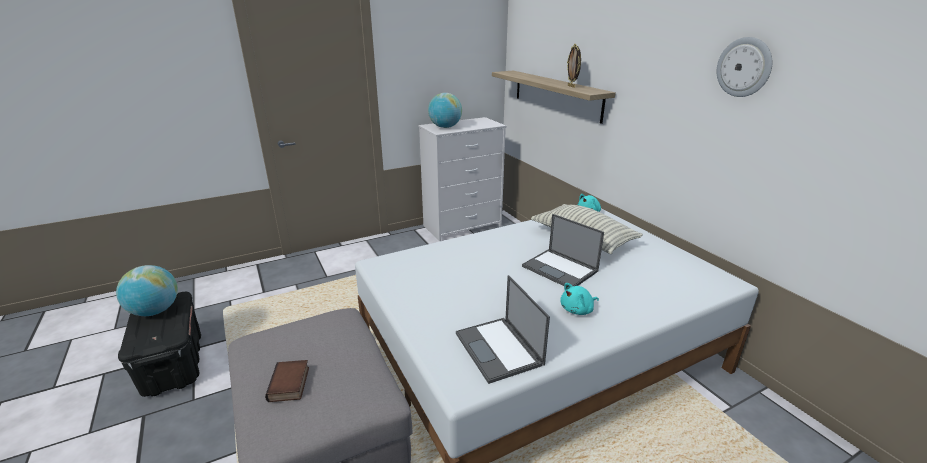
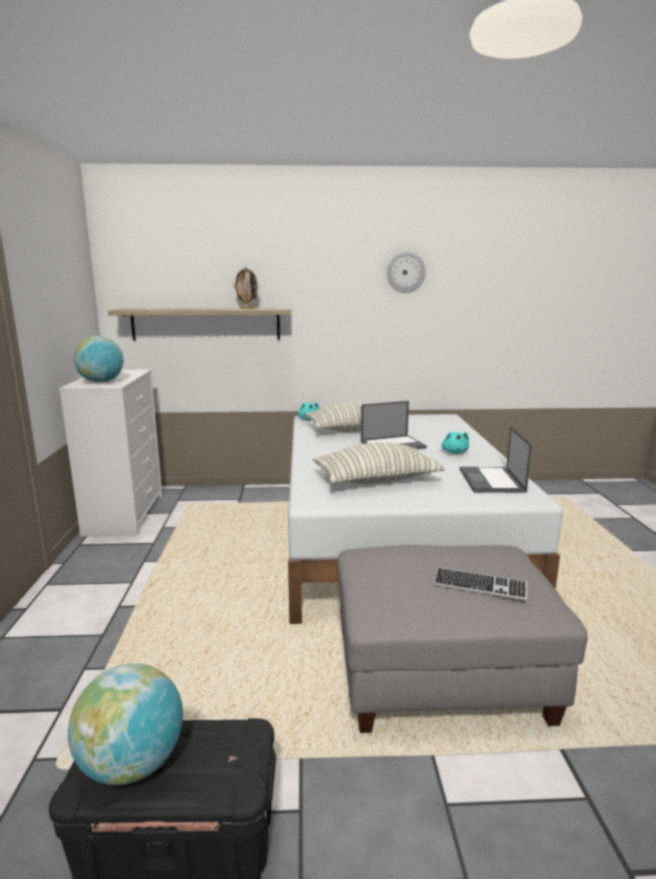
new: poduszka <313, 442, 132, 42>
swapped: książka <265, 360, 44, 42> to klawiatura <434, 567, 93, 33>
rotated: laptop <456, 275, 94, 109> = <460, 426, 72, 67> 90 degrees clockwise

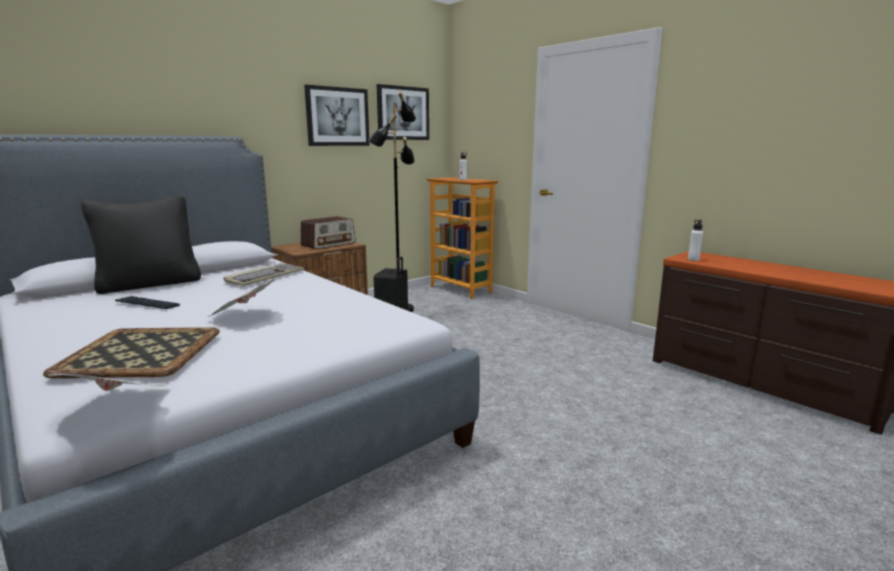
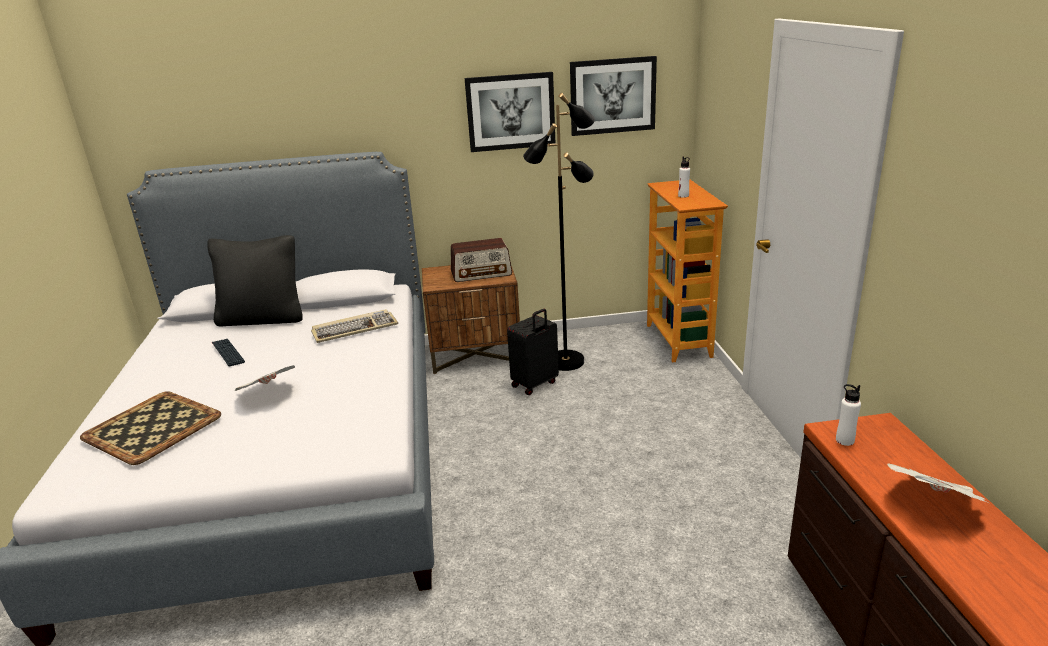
shifted: gazeta <41, 374, 128, 17> to <887, 463, 102, 40>

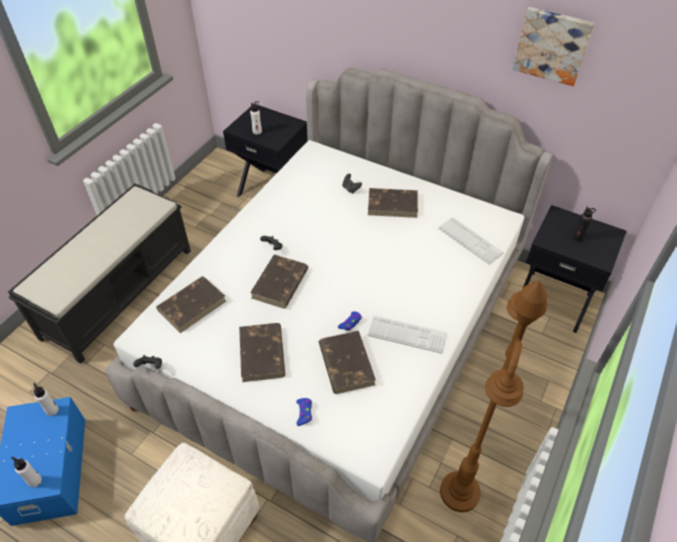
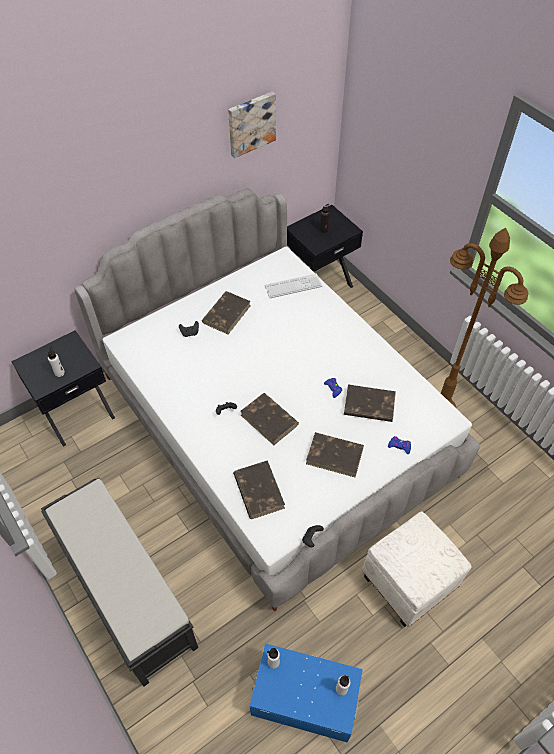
gone: klawiatura <367, 315, 80, 39>

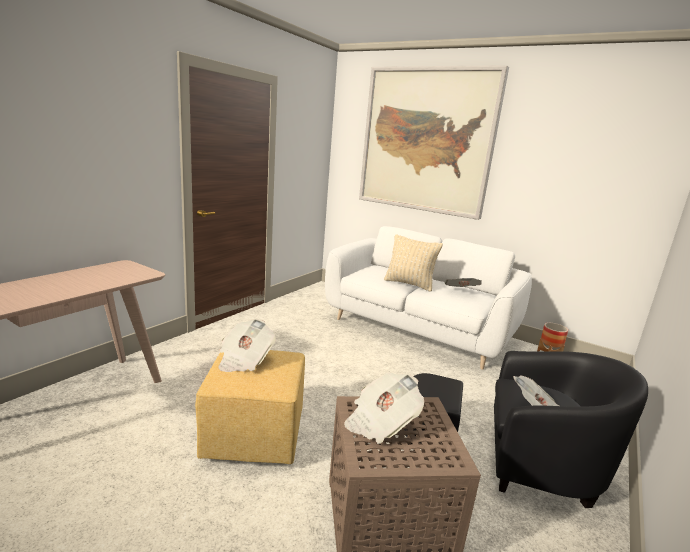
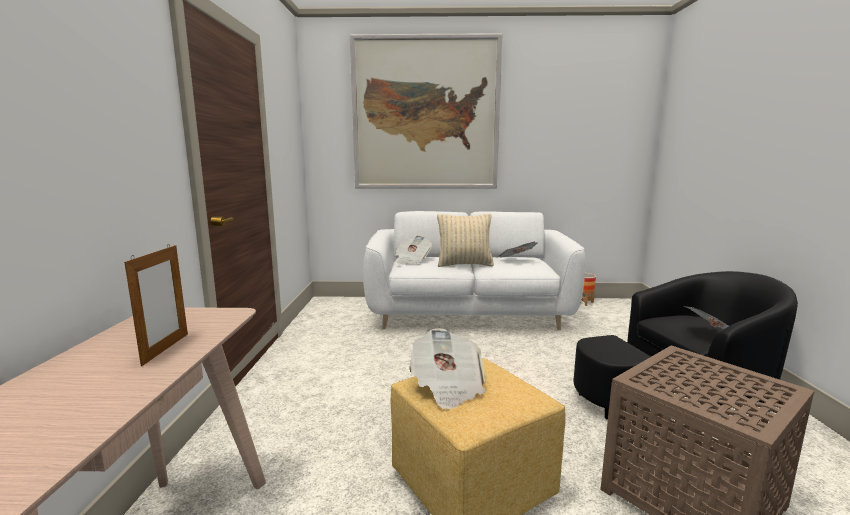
new: ramka na zdjęcie <124, 244, 64, 122>
shifted: gazeta <344, 373, 80, 70> to <395, 235, 38, 30>

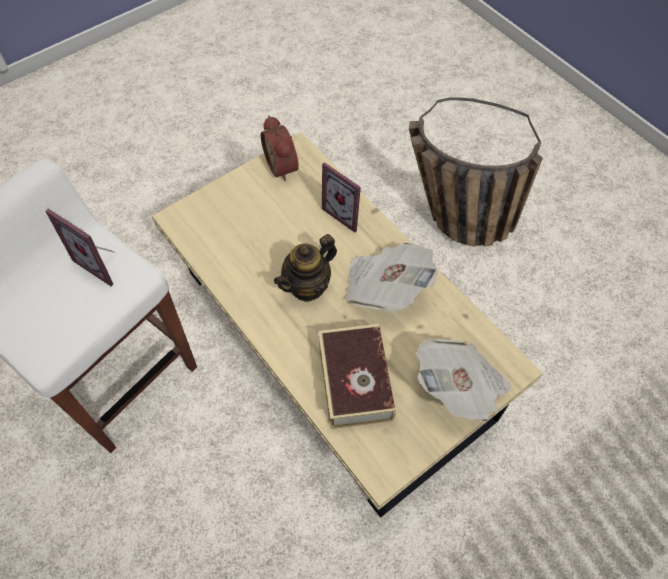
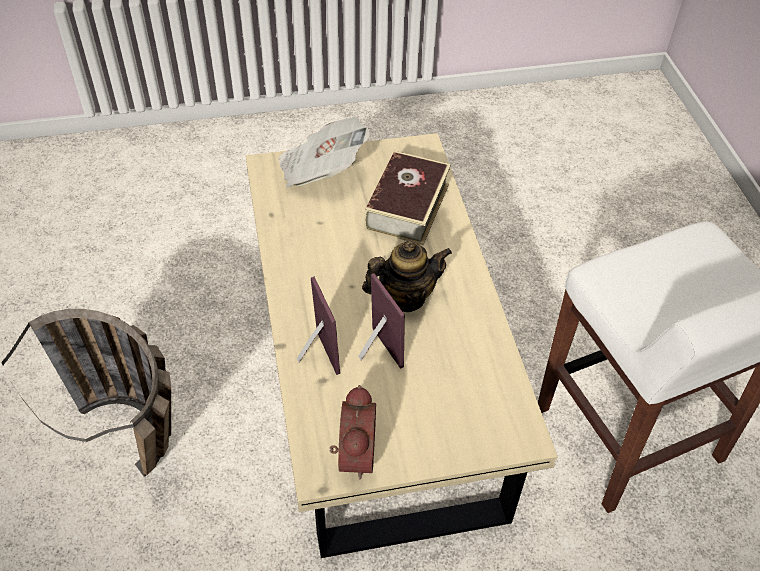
gone: gazeta <345, 243, 93, 69>
shifted: ramka na zdjęcie <45, 209, 70, 77> to <358, 273, 47, 96>

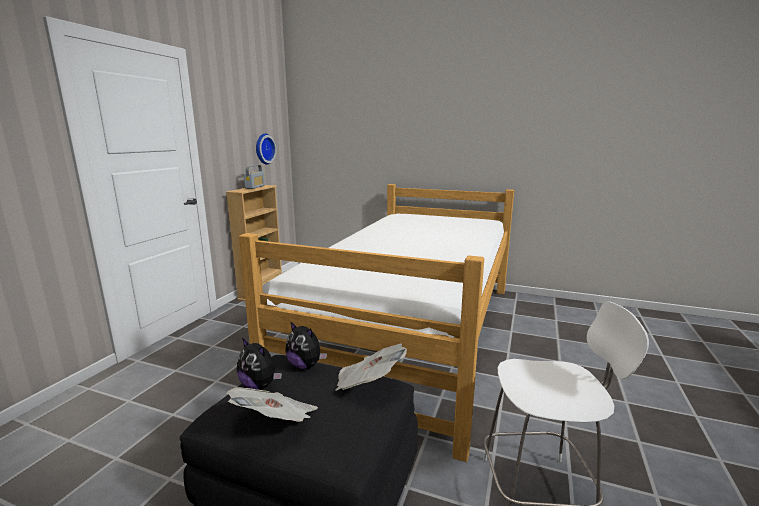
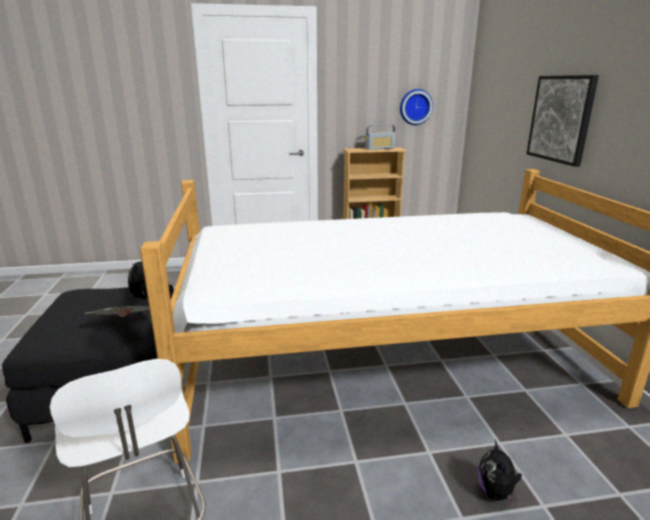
gone: gazeta <227, 387, 91, 35>
new: obraz <527, 75, 72, 92>
shifted: pluszak <237, 338, 45, 52> to <478, 440, 44, 64>

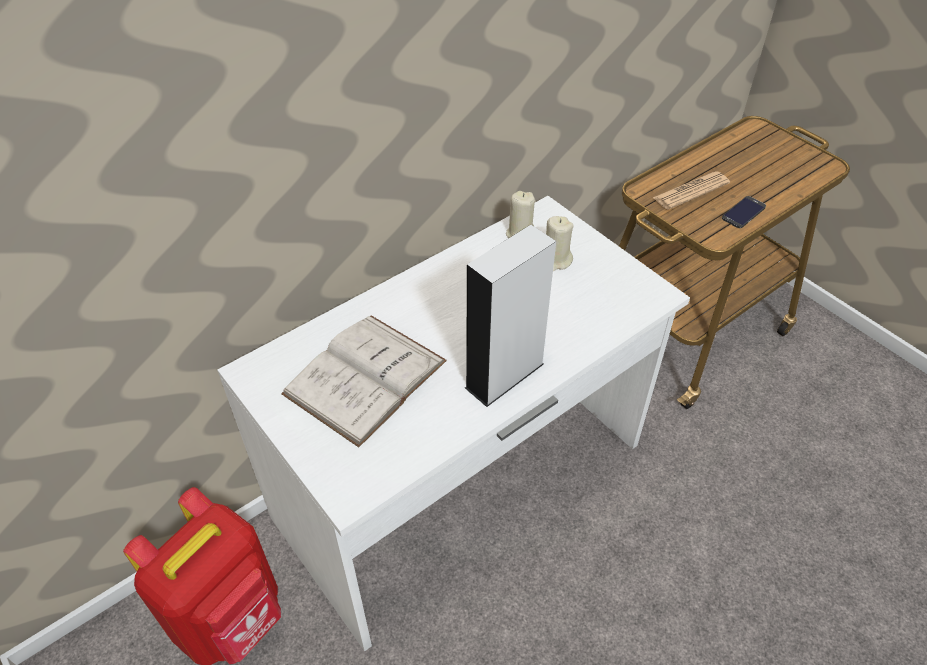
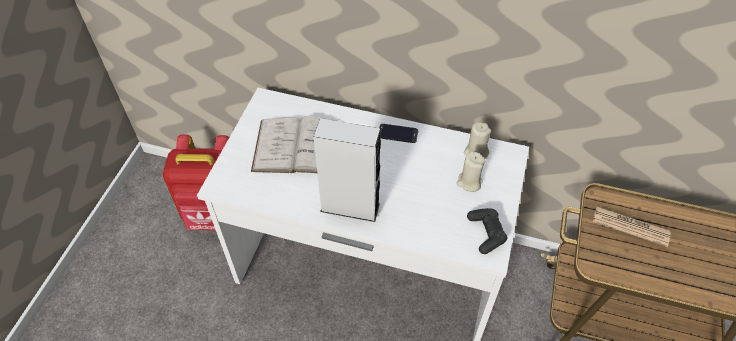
new: pad do gier (czarny) <467, 208, 40, 46>
shifted: telefon <722, 196, 44, 32> to <379, 124, 39, 19>

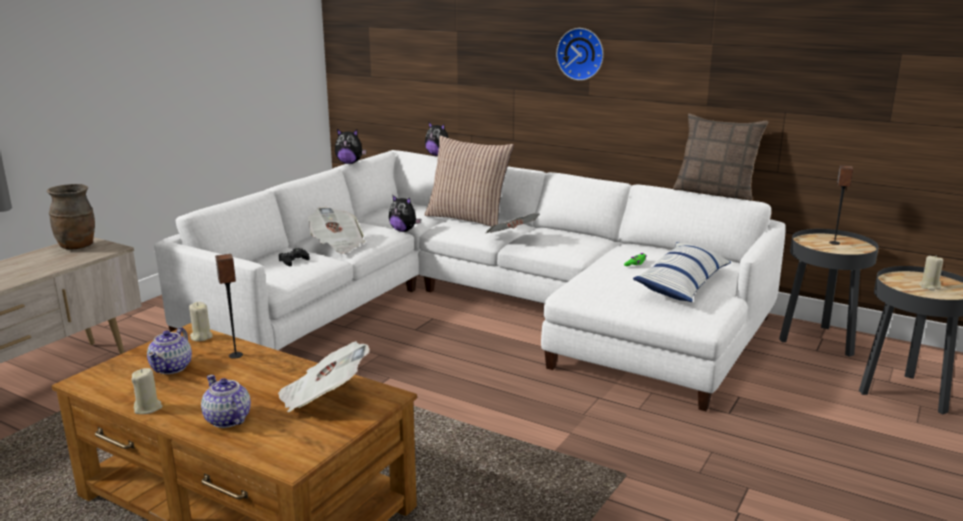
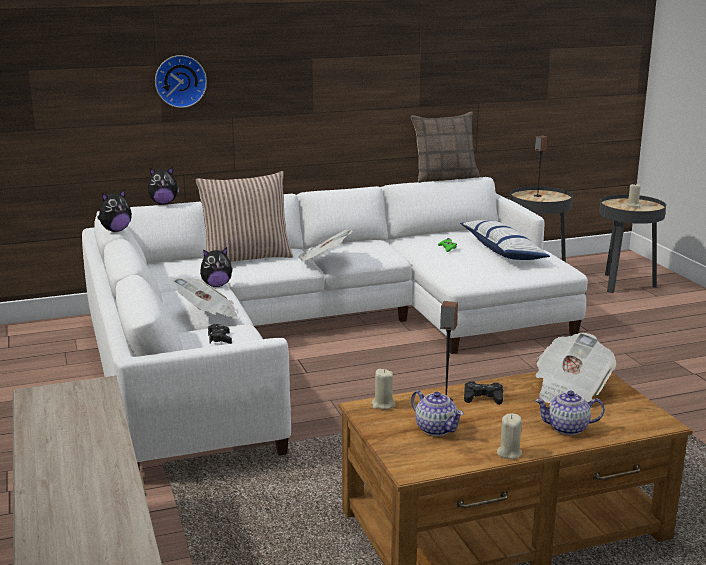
gone: wazon (brązowy) <47, 184, 48, 65>
new: pad do gier (czarny) <464, 381, 39, 24>
shifted: zegar ścienny <556, 28, 48, 53> to <155, 55, 52, 53>

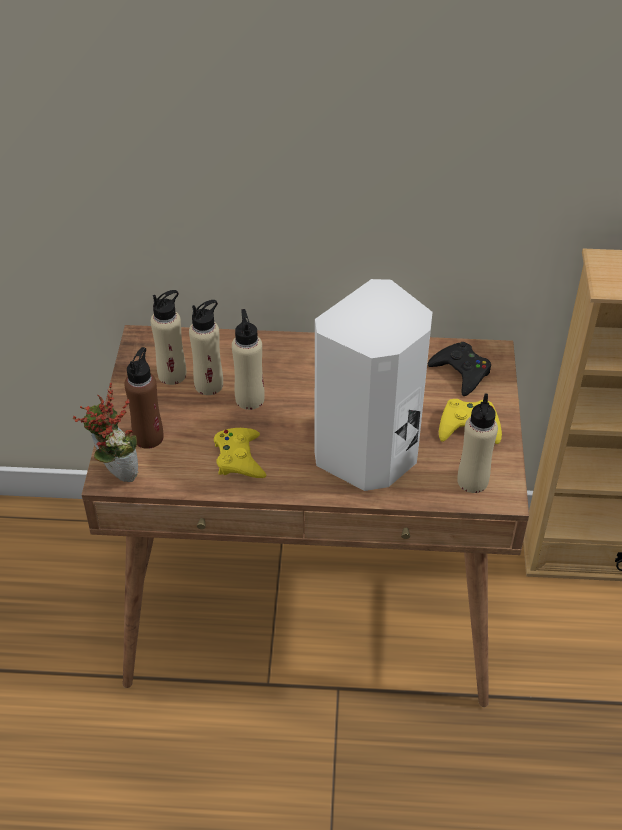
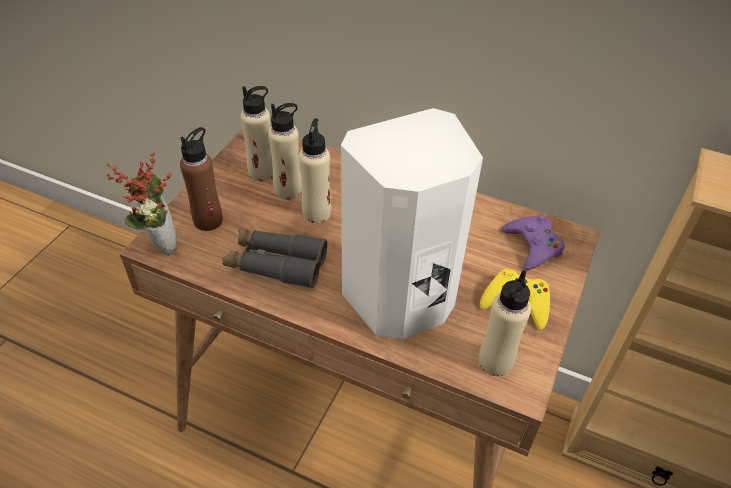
swapped: pad do gier (żółty) <214, 428, 52, 50> to lornetka (szary) <223, 229, 104, 60>
repainted: pad do gier (czarny) <428, 342, 63, 54> to pad do gier (fioletowy) <501, 216, 64, 54>

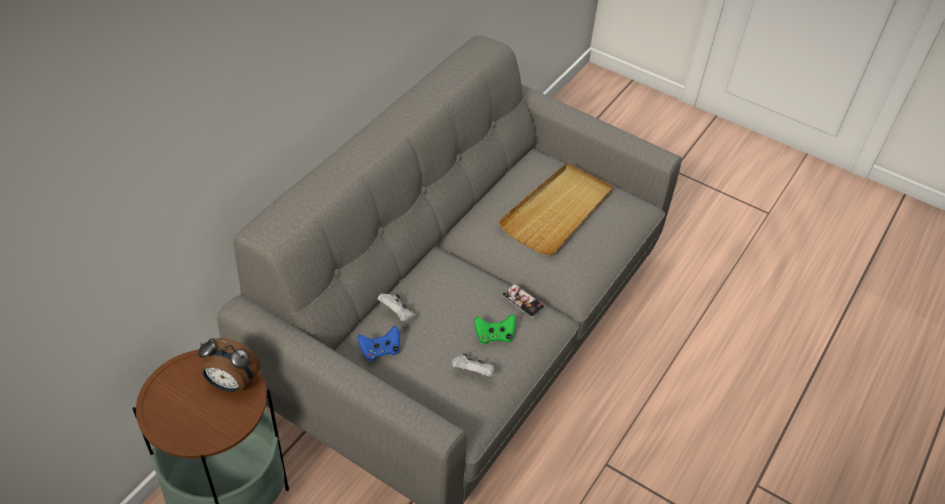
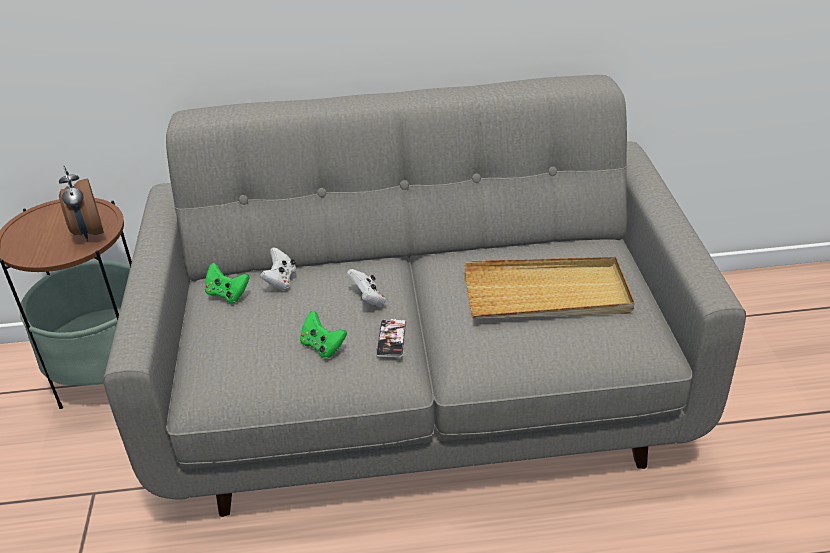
shifted: pad do gier (biały) <452, 353, 42, 24> to <347, 269, 39, 37>
repainted: pad do gier (niebieski) <358, 326, 42, 35> to pad do gier (zielony) <205, 263, 45, 40>

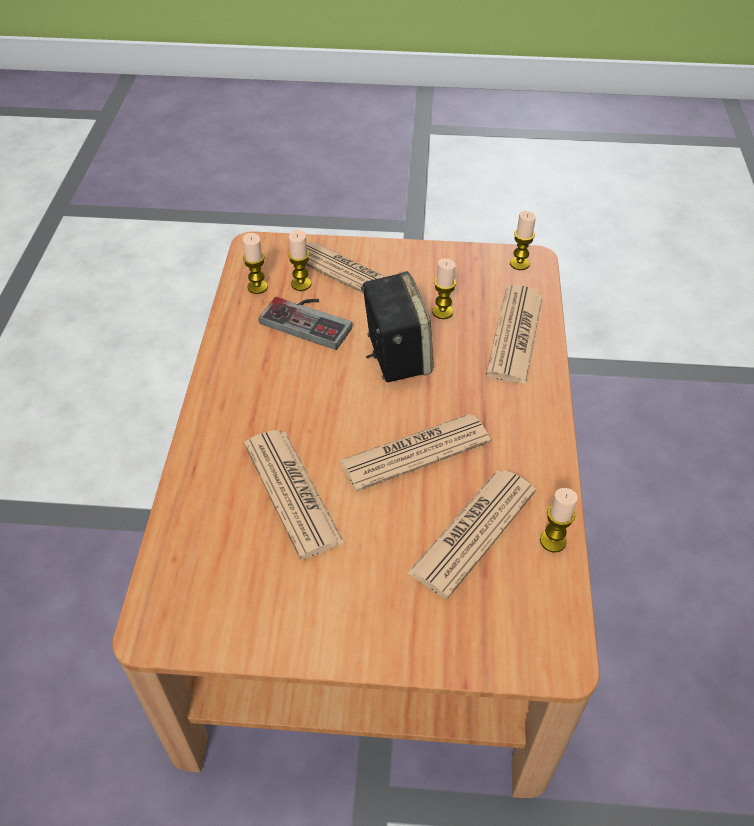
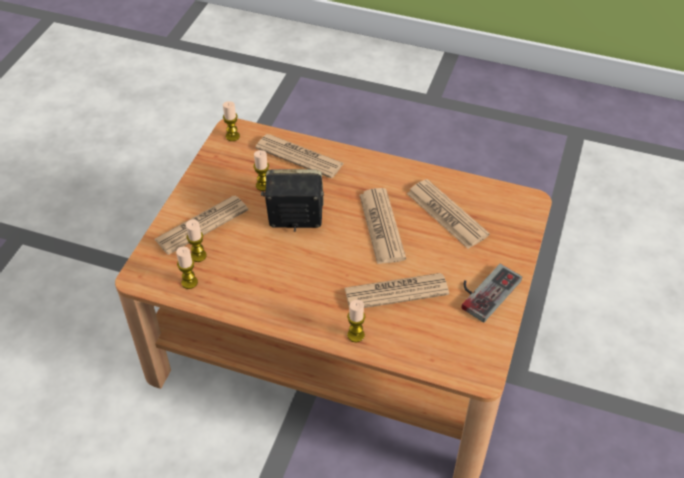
shifted: pad do gier <259, 297, 93, 53> to <462, 264, 60, 58>; świeca <540, 488, 38, 64> to <347, 300, 18, 42>

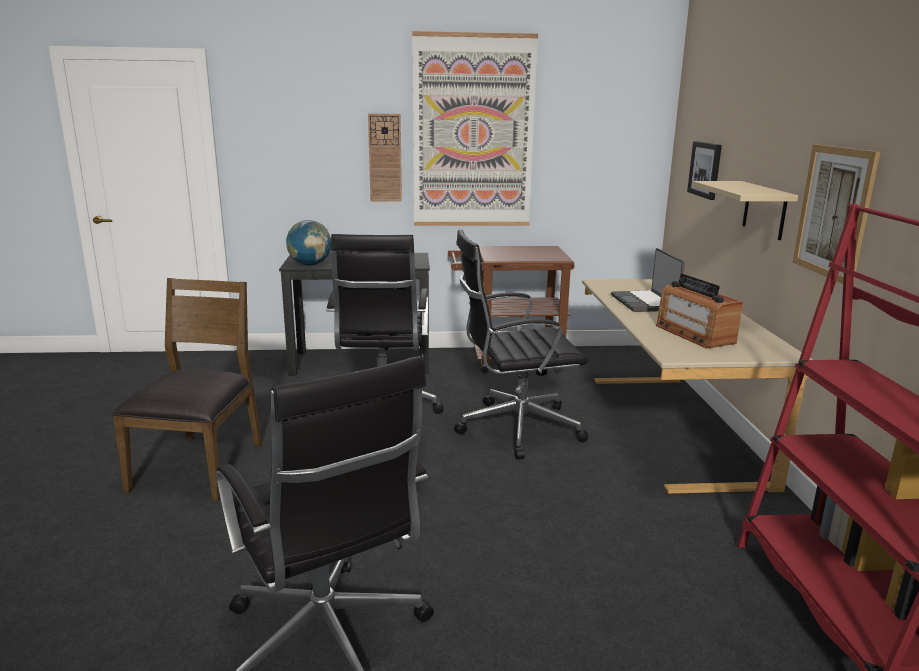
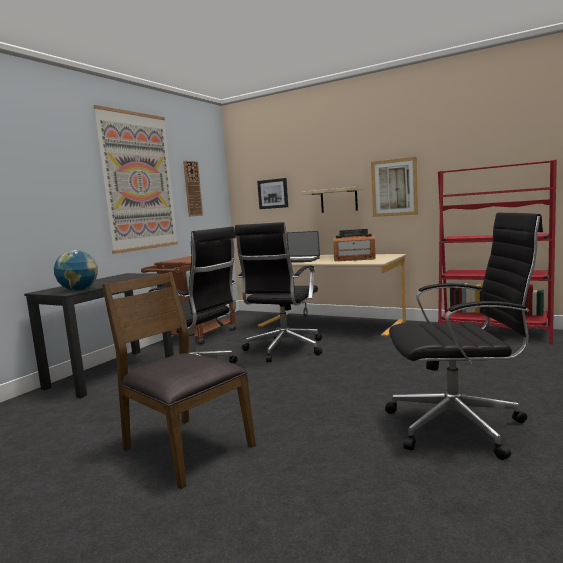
shifted: zegar ścienny <368, 114, 34, 88> to <183, 161, 20, 56>

